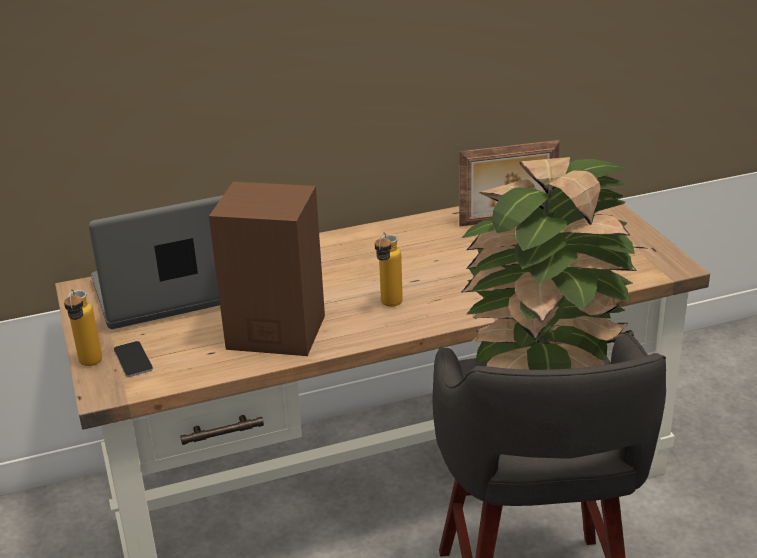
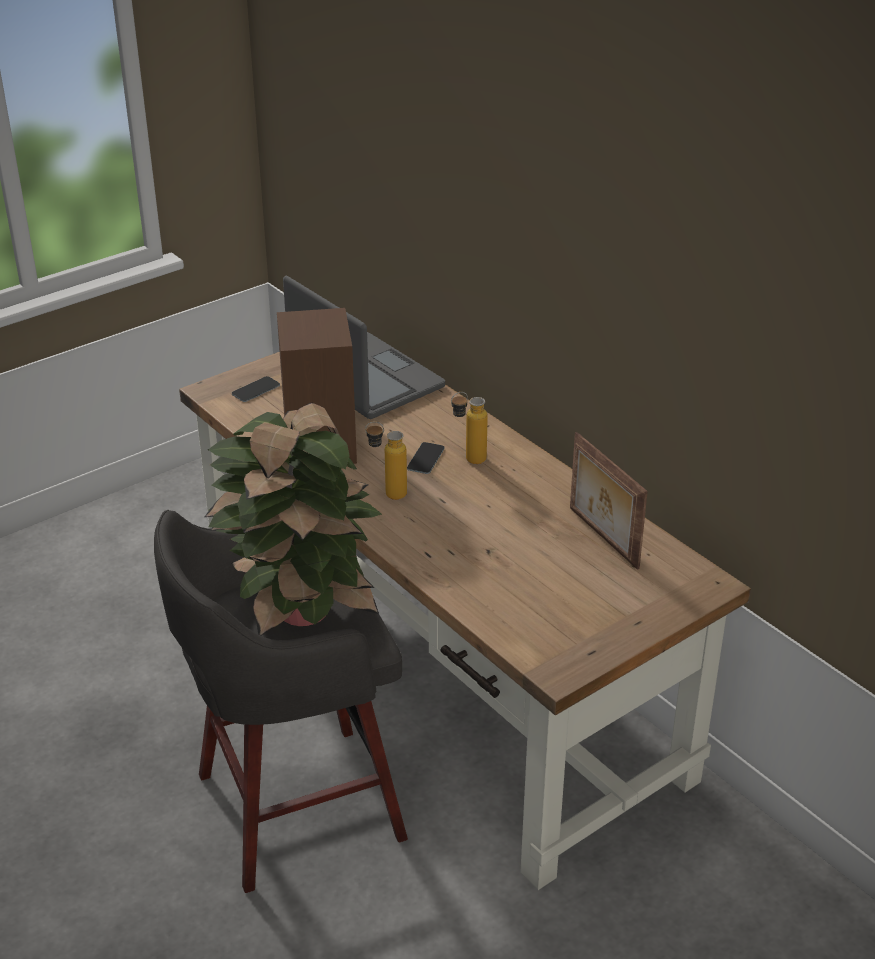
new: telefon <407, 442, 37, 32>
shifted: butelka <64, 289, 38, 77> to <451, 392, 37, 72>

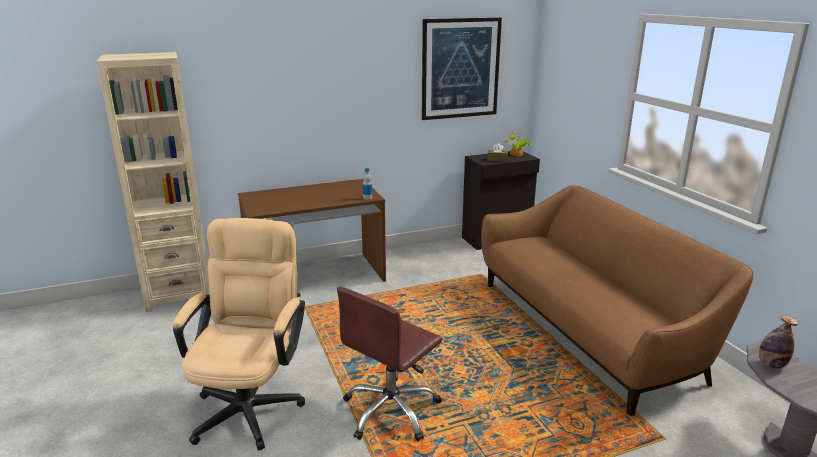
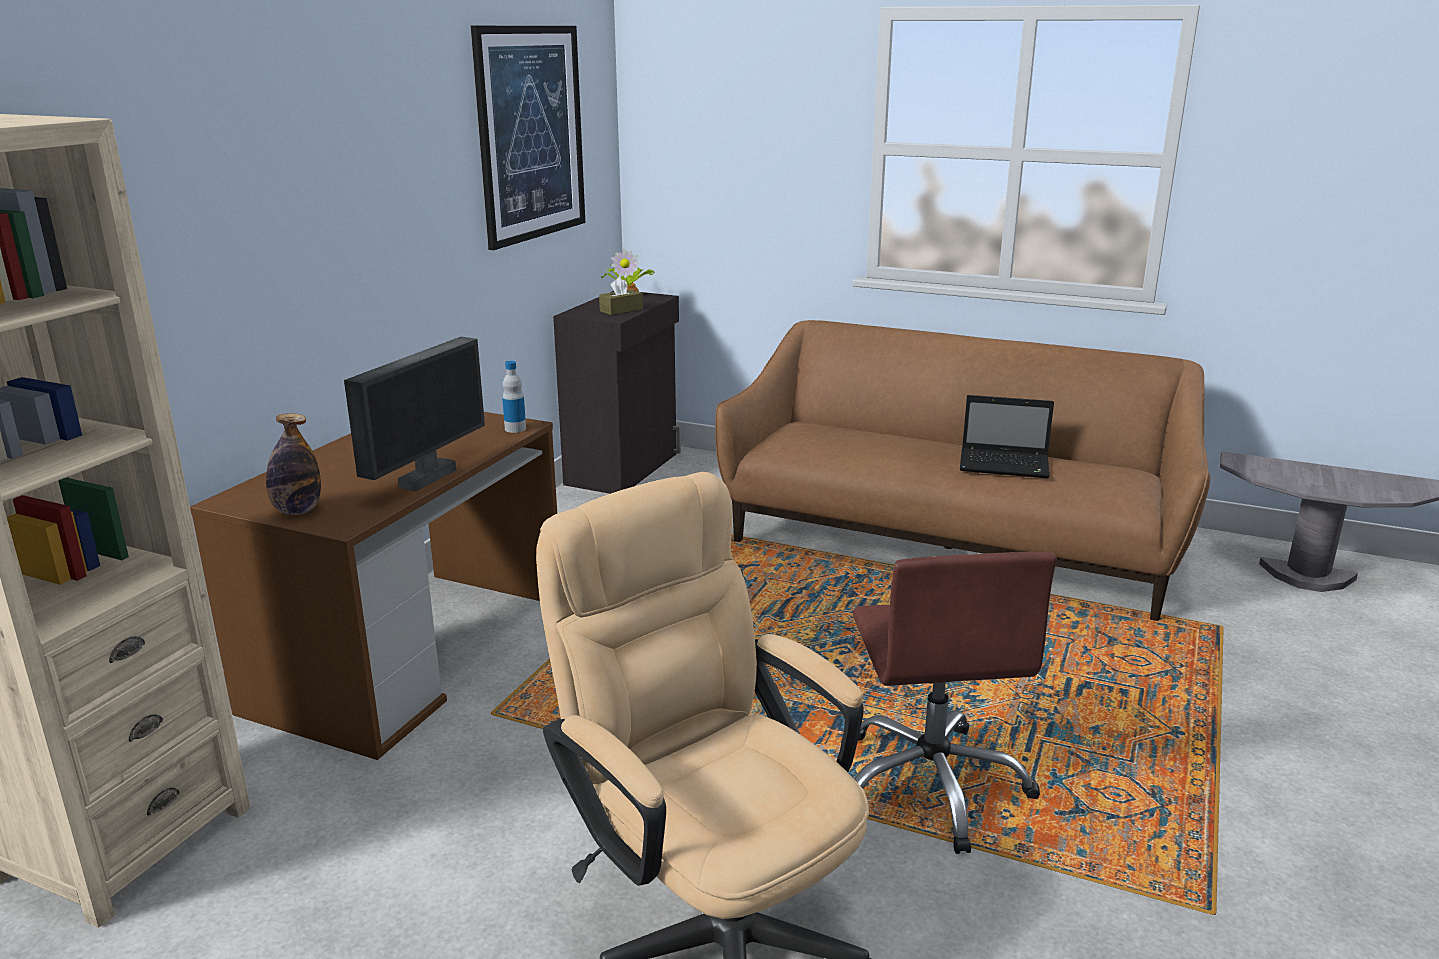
new: monitor <344, 337, 141, 155>; laptop <960, 395, 94, 83>
shifted: butelka <759, 315, 40, 54> to <266, 413, 55, 102>

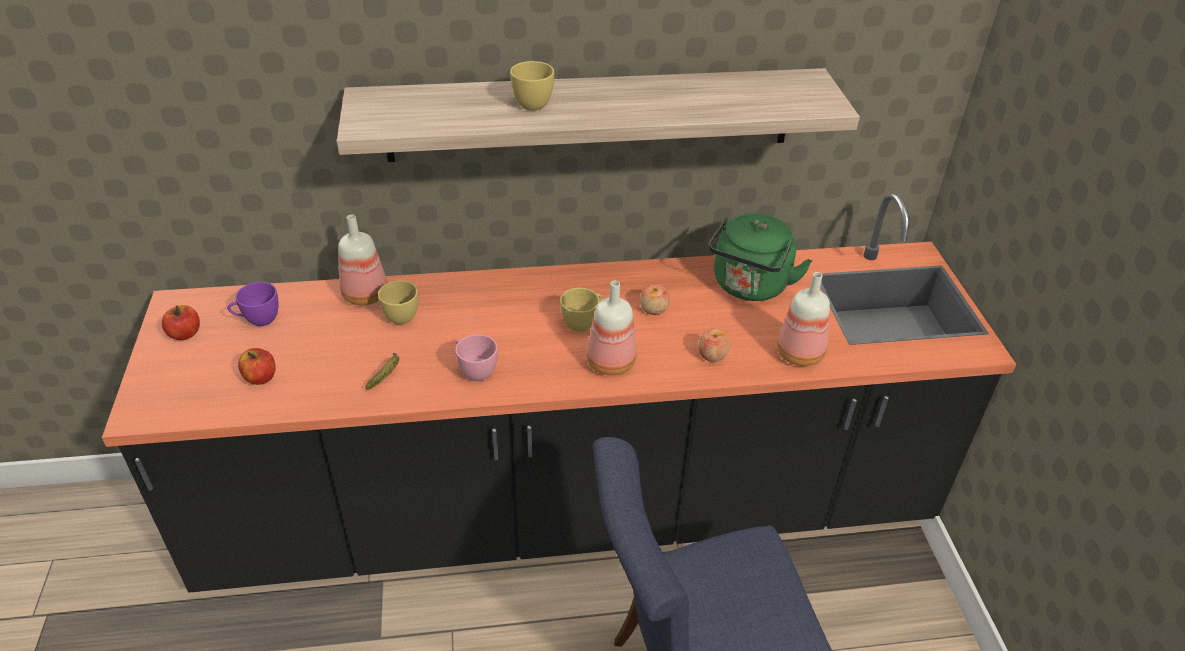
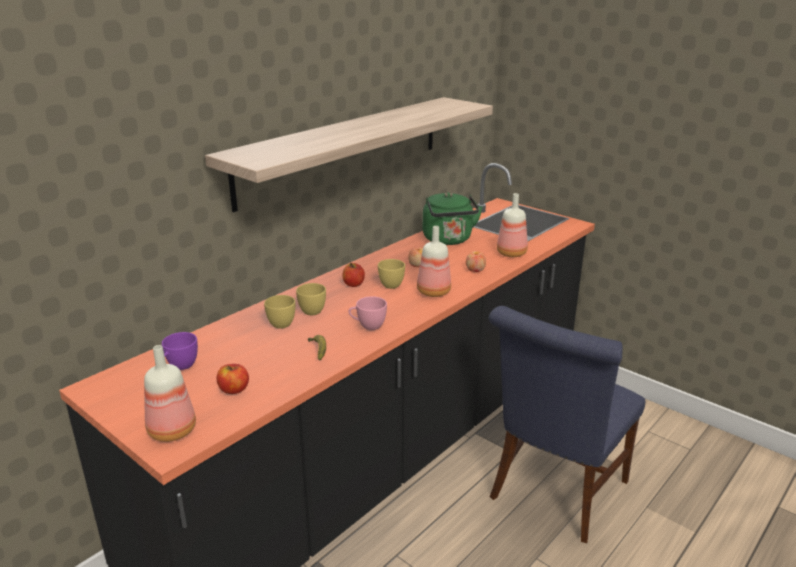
shifted: jabłko <162, 305, 38, 35> to <342, 263, 23, 24>; butelka <338, 215, 49, 90> to <144, 345, 52, 97>; filiżanka (żółty) <510, 61, 44, 50> to <296, 283, 30, 32>

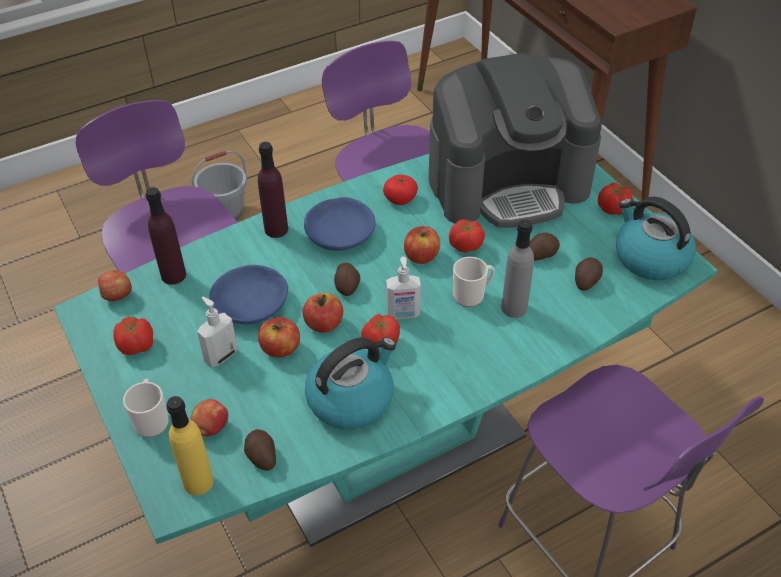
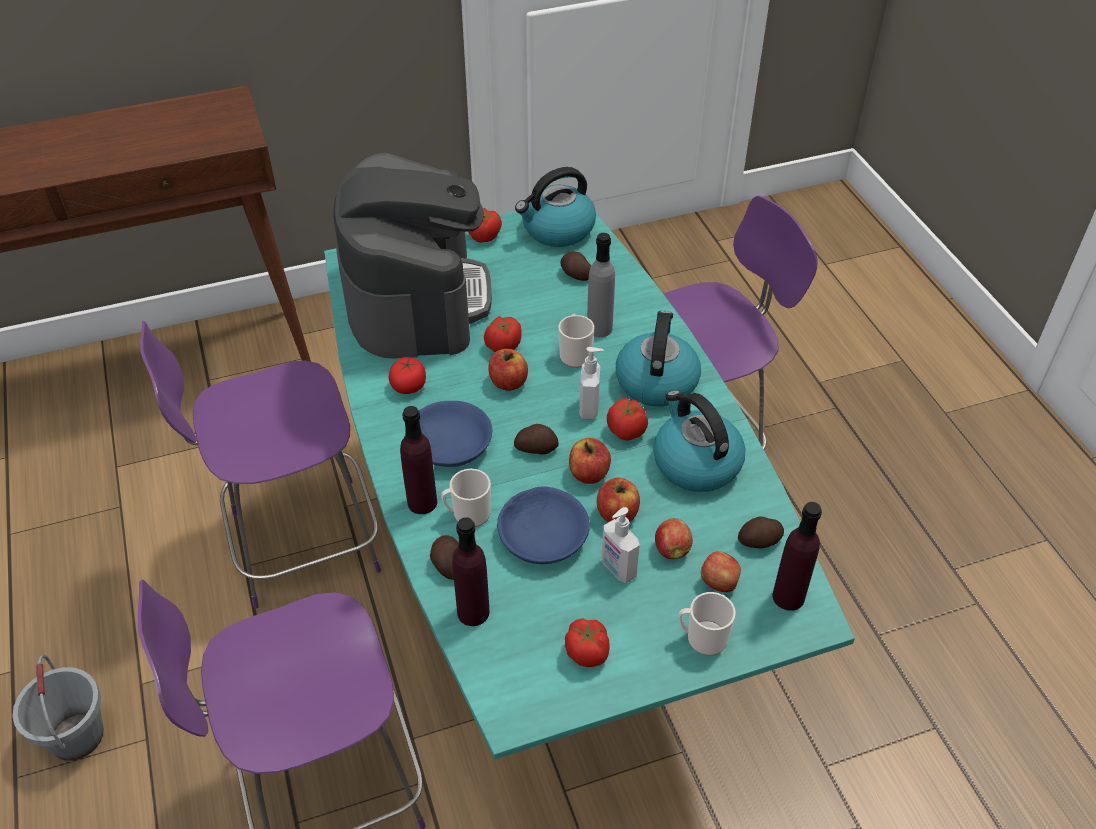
new: kubek <441, 469, 50, 58>; czajnik <616, 311, 85, 96>
shifted: jabłko <98, 271, 34, 30> to <655, 518, 38, 41>; ziemniak <530, 233, 30, 27> to <430, 535, 29, 45>
repainted: butelka (żółty) <166, 396, 48, 99> to butelka (fioletowy) <773, 502, 49, 109>

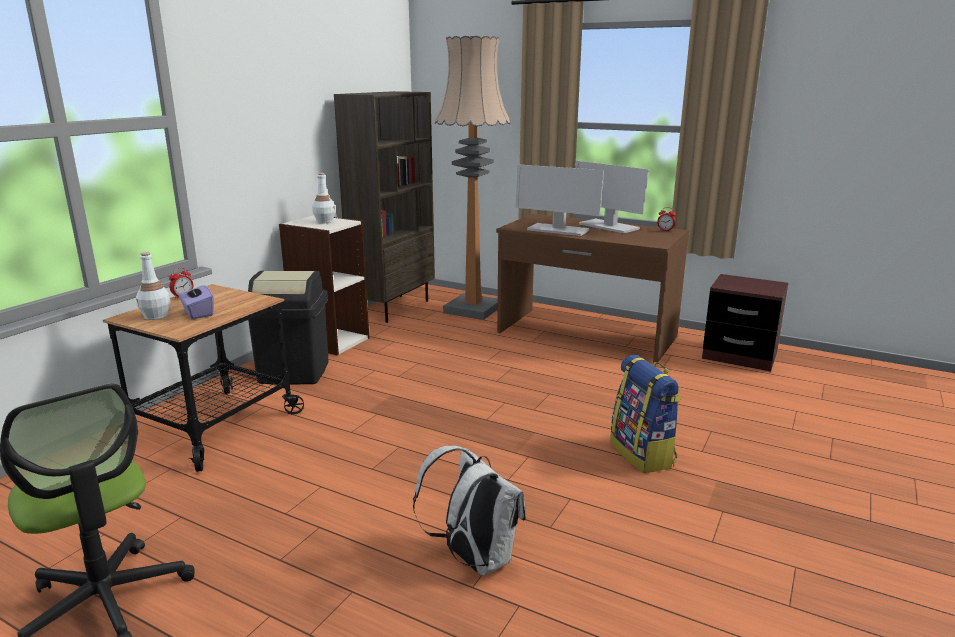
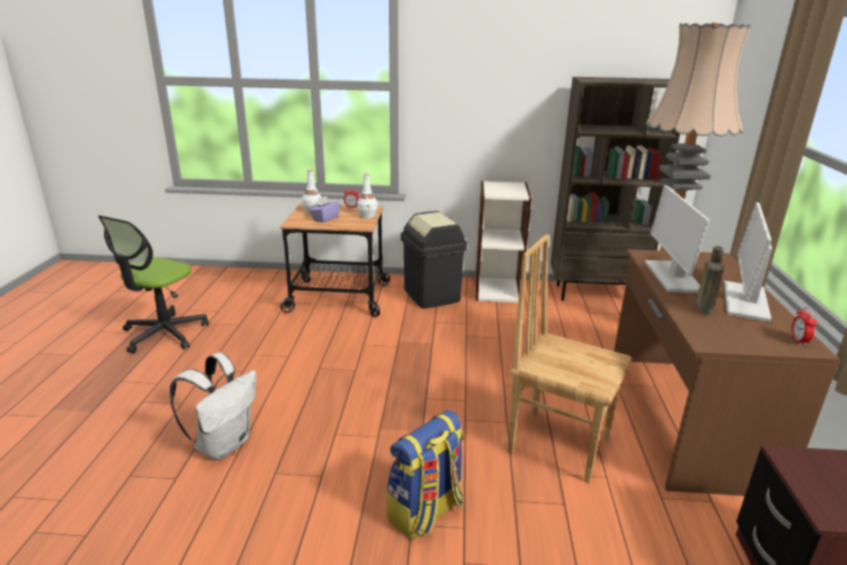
new: krzesło (brązowy) <508, 234, 124, 249>; butelka (brązowy) <696, 246, 28, 68>
shifted: butelka (biały) <312, 173, 24, 50> to <357, 173, 21, 45>

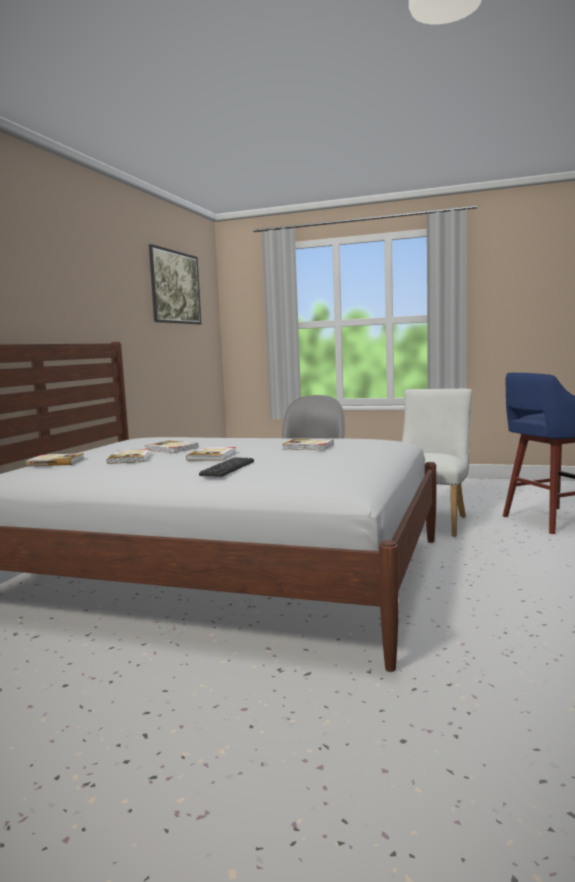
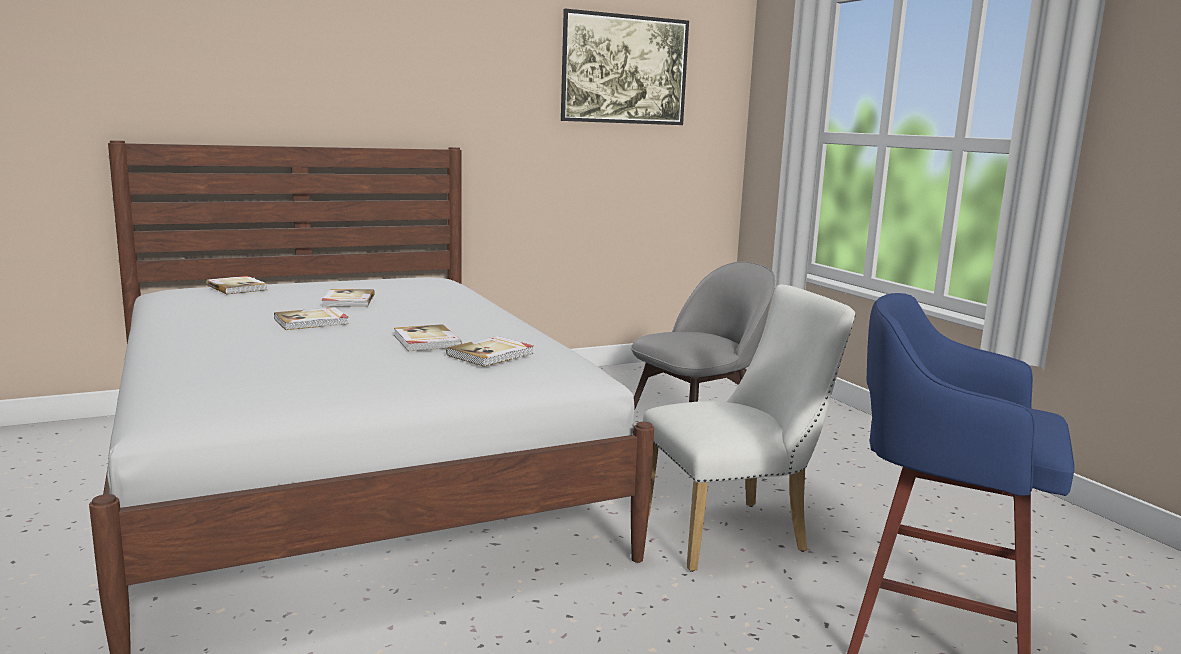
gone: klawiatura <199, 457, 55, 20>
shifted: książka <107, 449, 44, 15> to <446, 336, 88, 31>

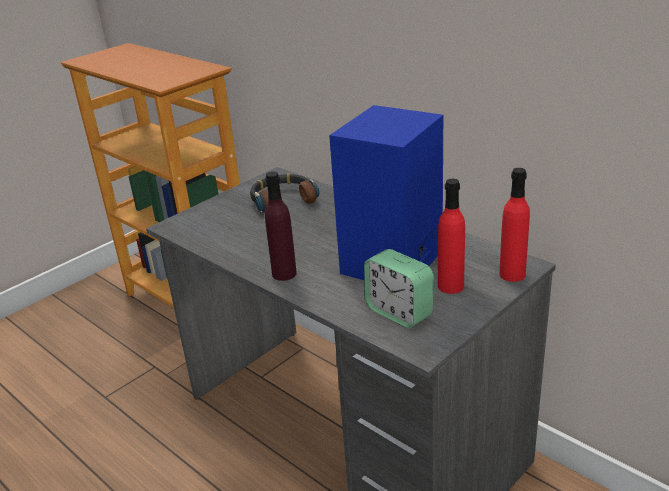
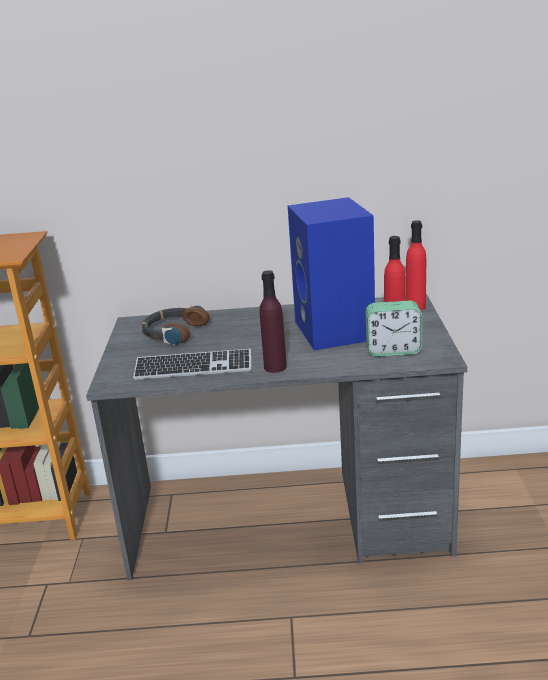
new: klawiatura <133, 349, 119, 31>

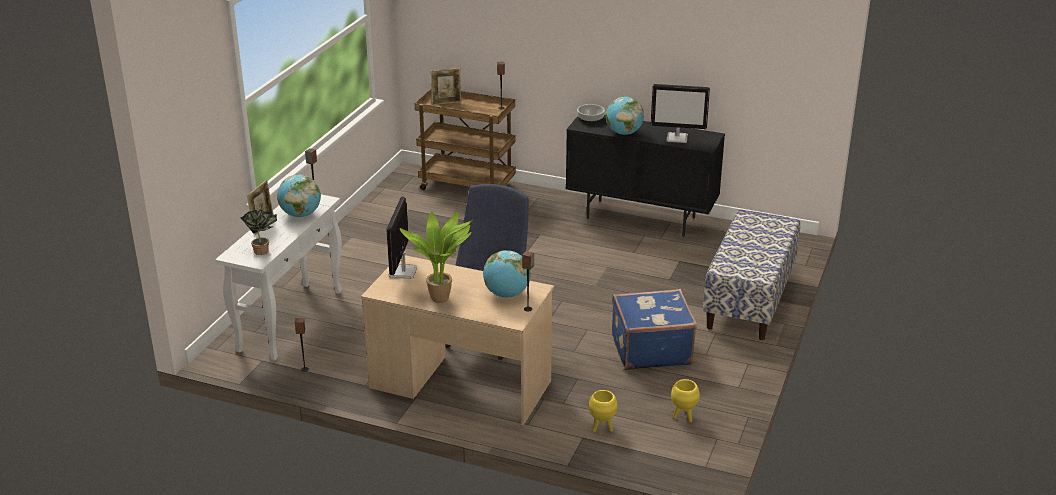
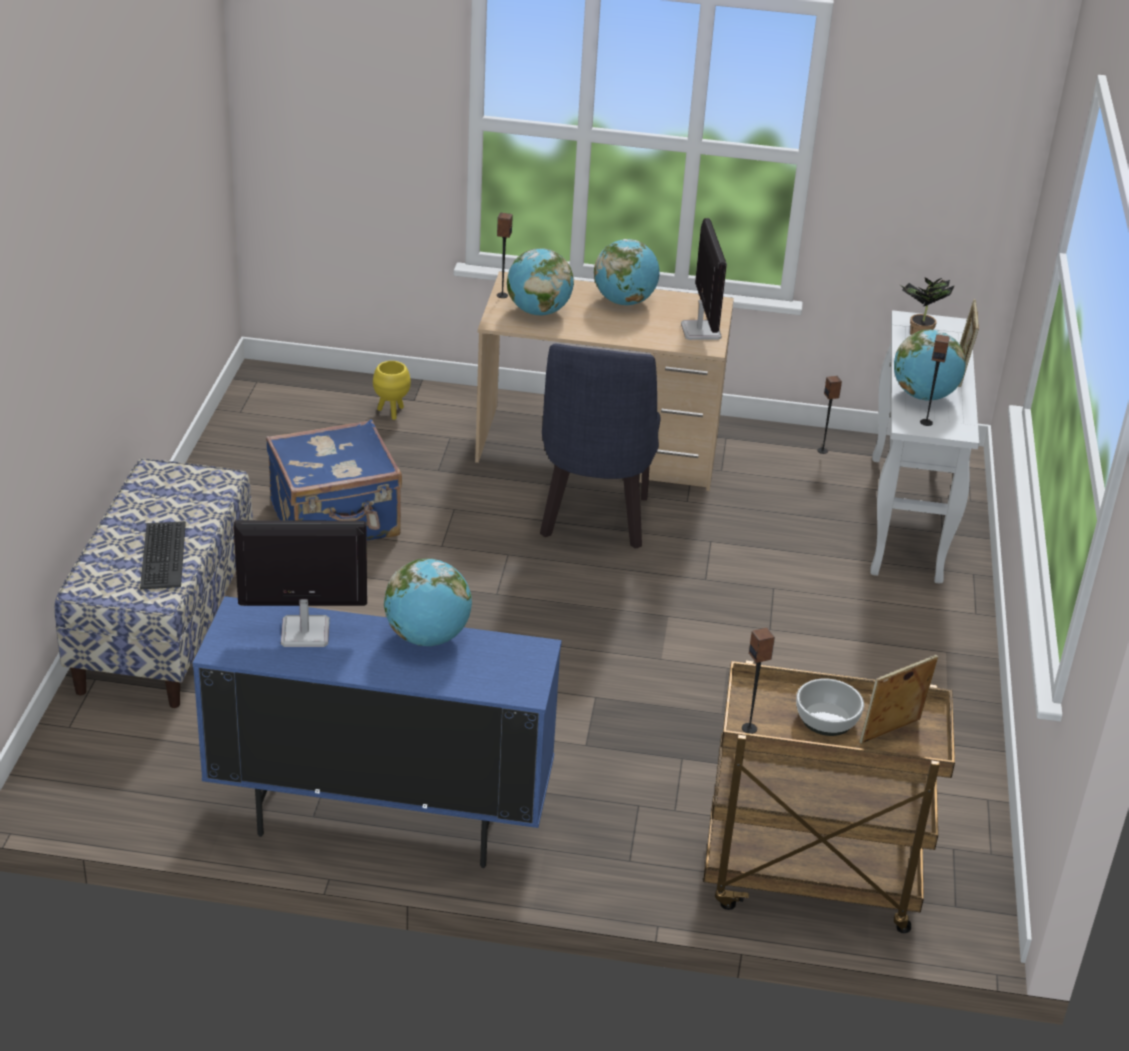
gone: donica (żółty) <671, 379, 29, 43>
new: klawiatura <140, 521, 46, 69>
shifted: miska <577, 104, 28, 20> to <796, 679, 68, 57>
swapped: roślina doniczkowa <400, 211, 72, 92> to globus <594, 239, 66, 66>
repainted: szafka (czarny) <565, 115, 160, 122> to szafka (niebieski) <193, 596, 369, 272>

